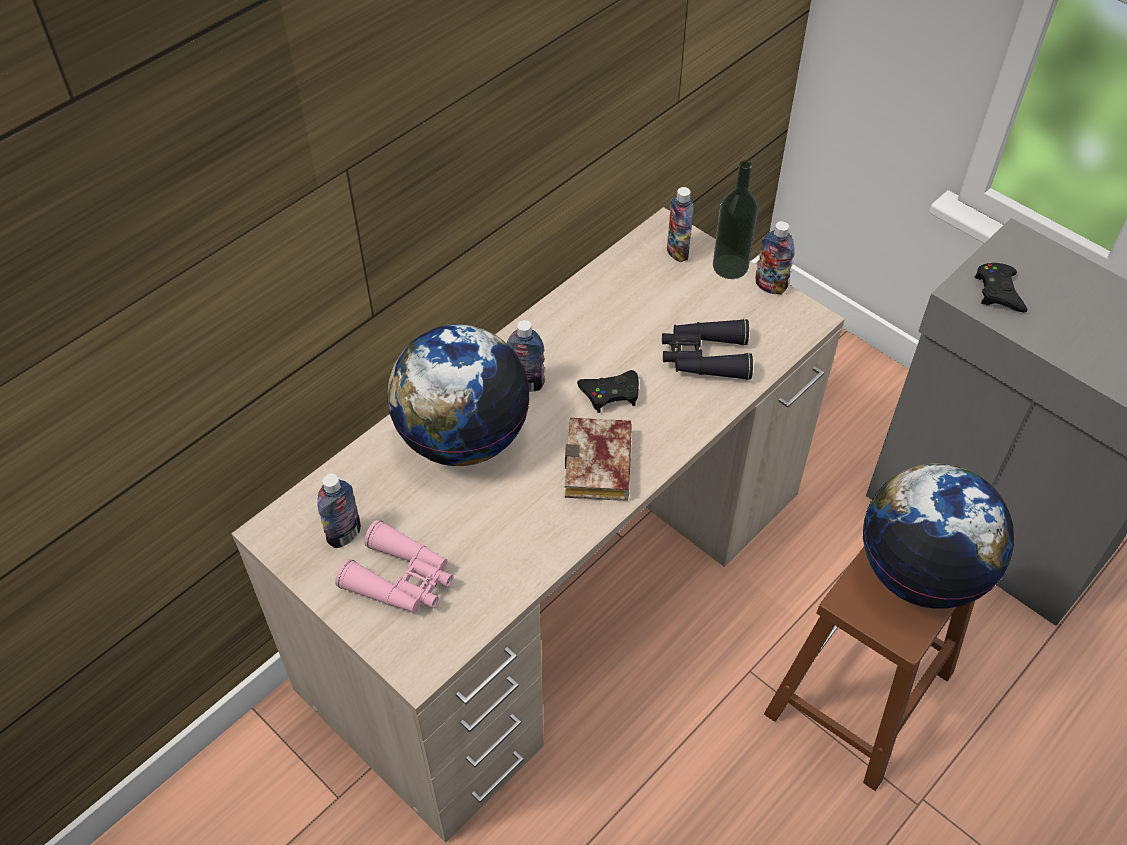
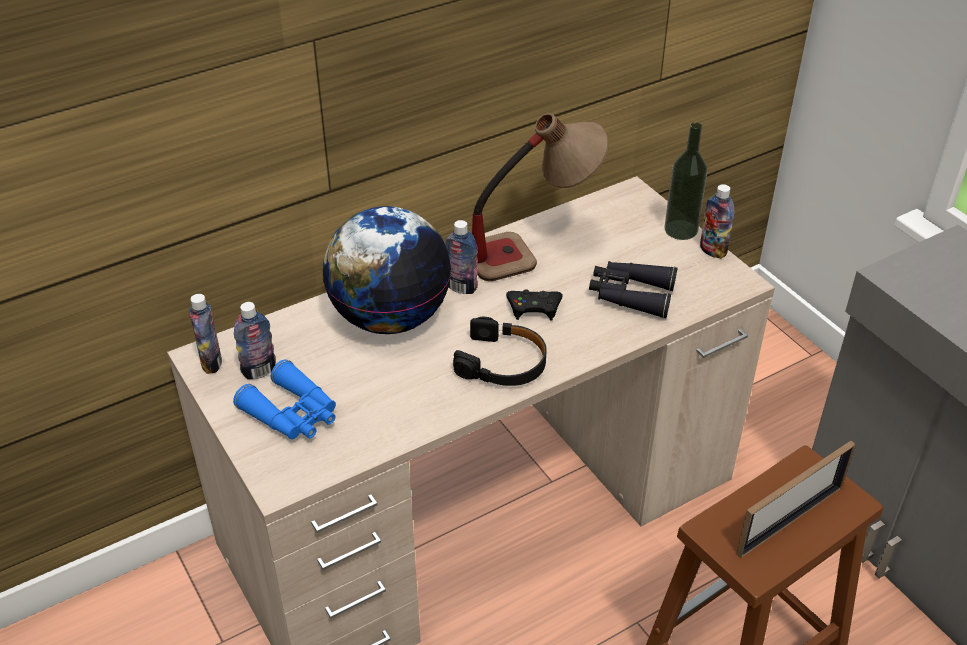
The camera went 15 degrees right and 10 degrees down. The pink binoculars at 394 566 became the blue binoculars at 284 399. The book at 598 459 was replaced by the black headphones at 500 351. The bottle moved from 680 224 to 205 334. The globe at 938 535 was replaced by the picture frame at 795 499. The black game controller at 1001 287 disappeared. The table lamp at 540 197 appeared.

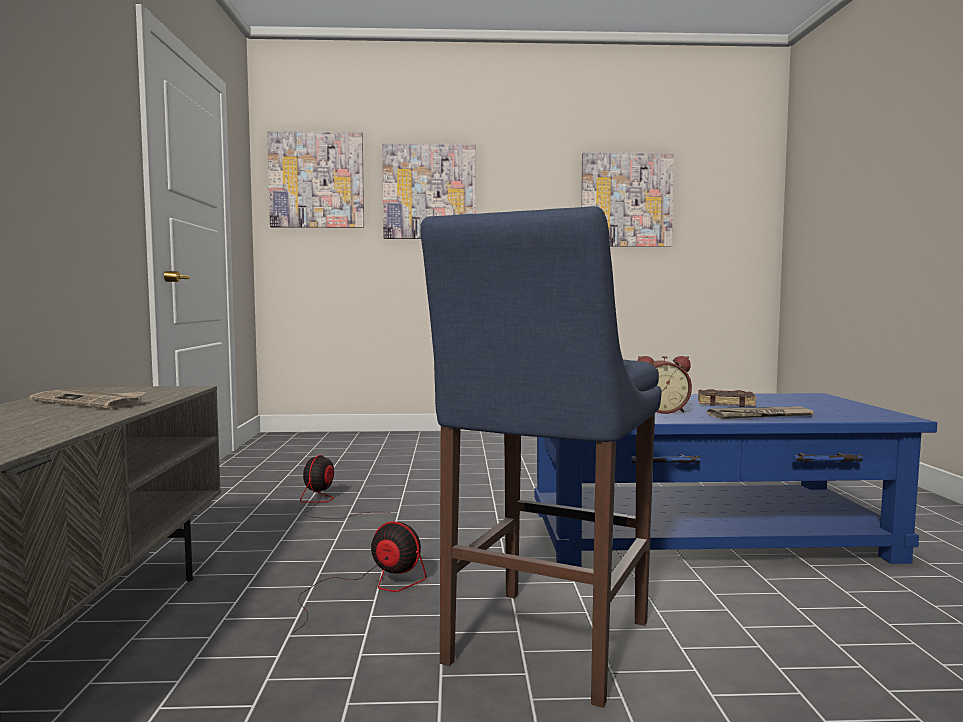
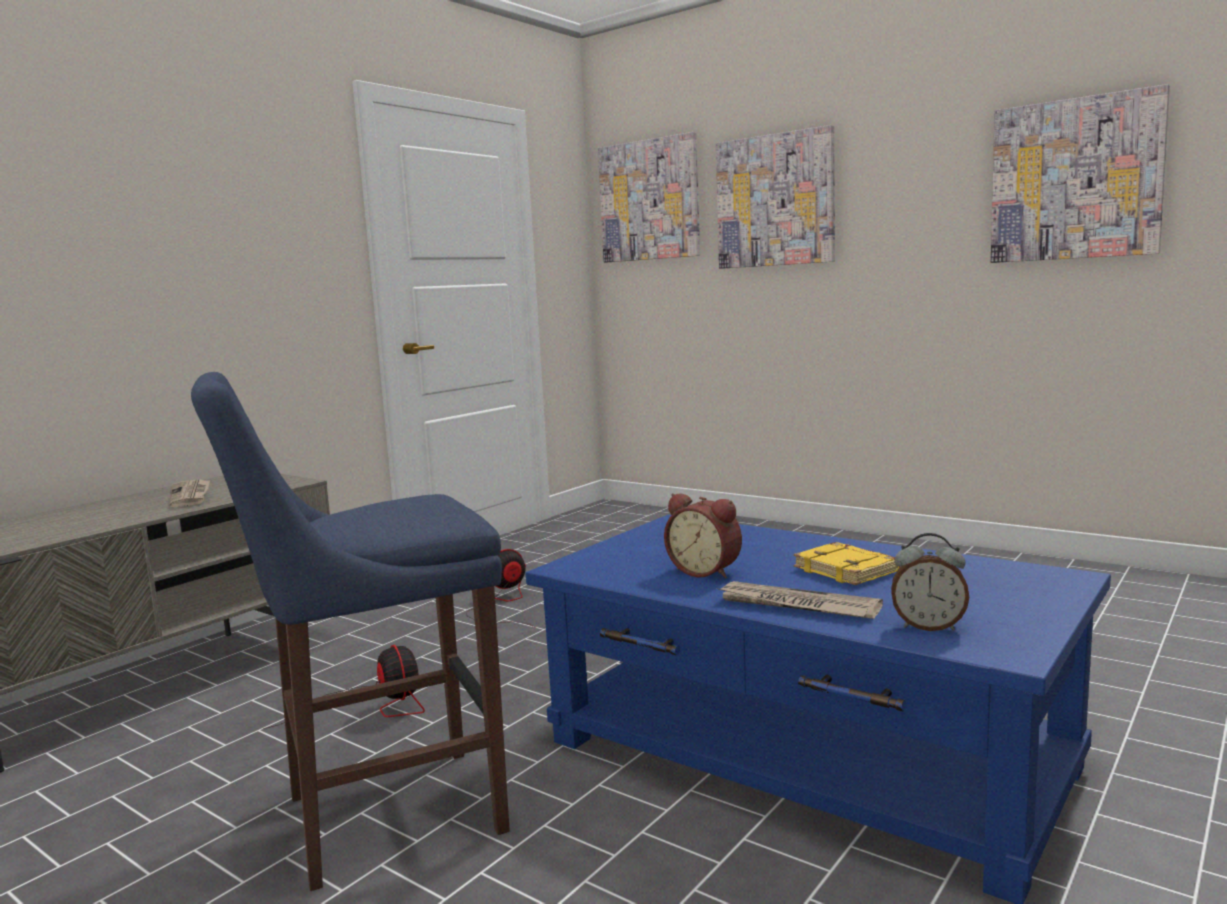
The camera went 40 degrees right and 5 degrees up. The brown book at 727 398 became the yellow book at 847 563. The alarm clock at 930 582 appeared.

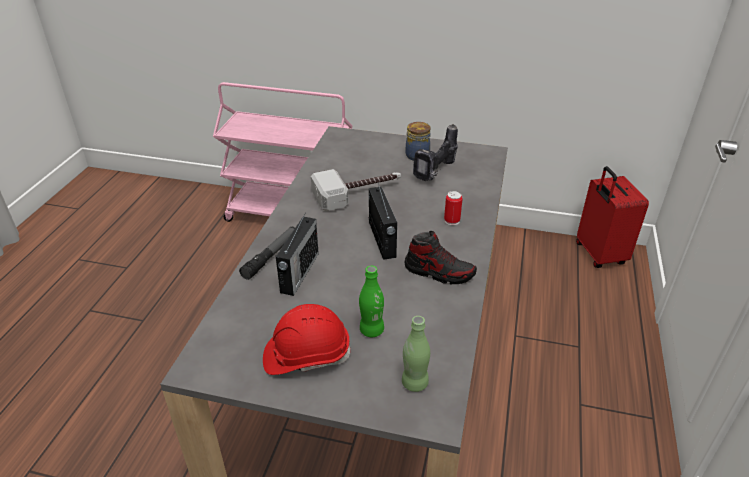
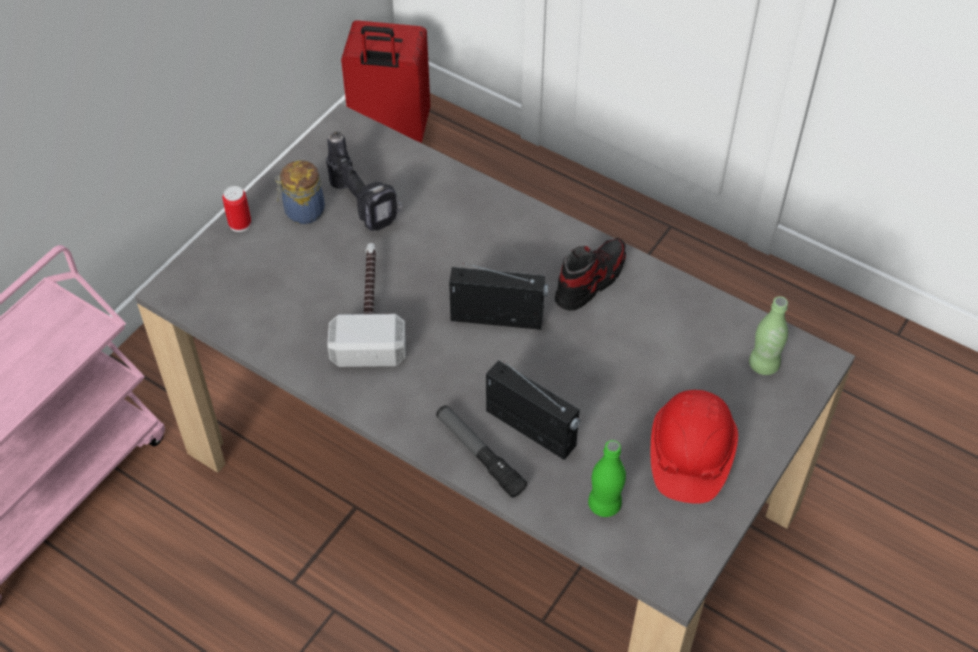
The camera went 70 degrees left and 15 degrees up. The green bottle moved from 371 301 to 607 478. The can moved from 453 208 to 236 209.

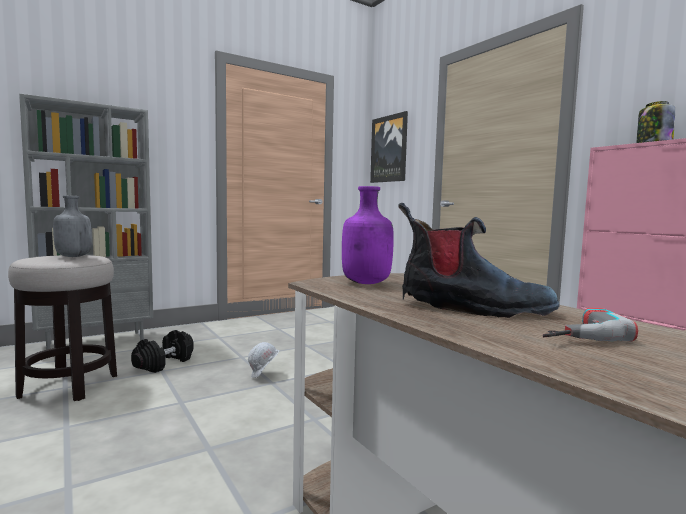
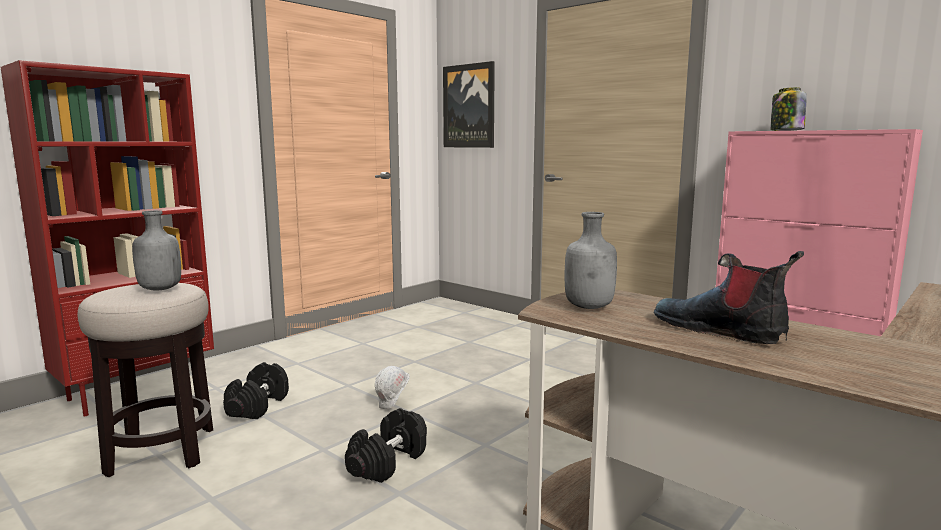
The camera went 15 degrees left and 5 degrees up. The grey bookcase at 86 221 became the red bookcase at 107 238. The purple bottle at 368 235 became the grey bottle at 591 260. The boot at 478 260 turned 135 degrees counterclockwise. The power drill at 590 325 disappeared. The black dumbbell at 386 445 appeared.

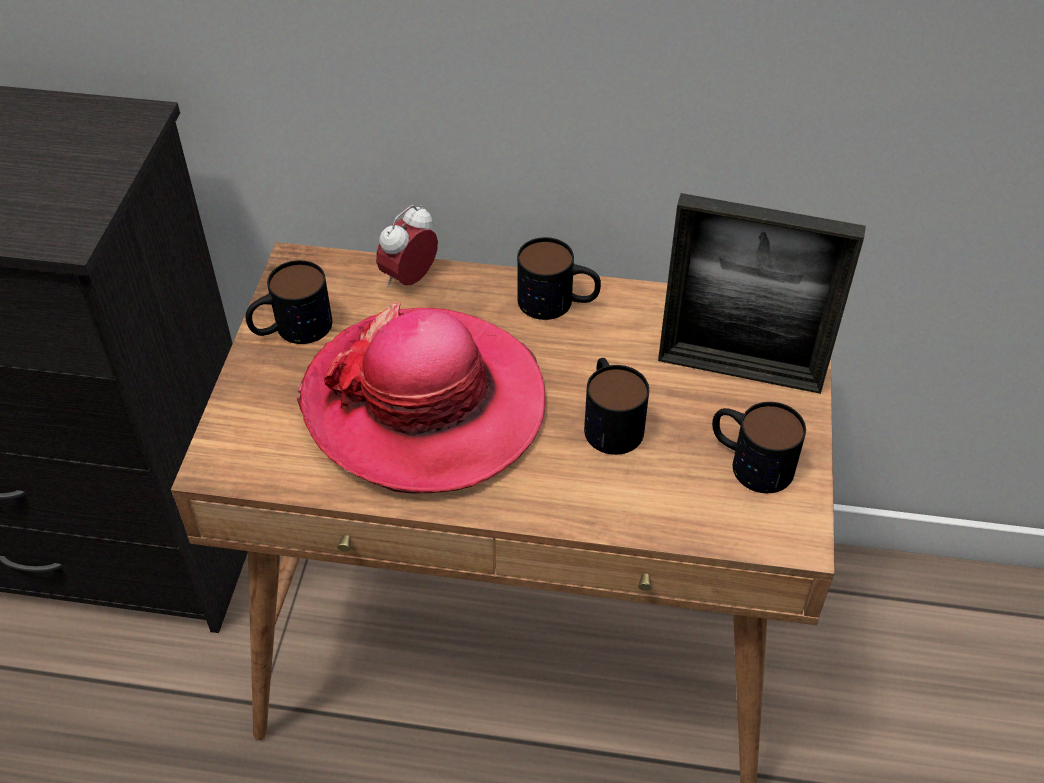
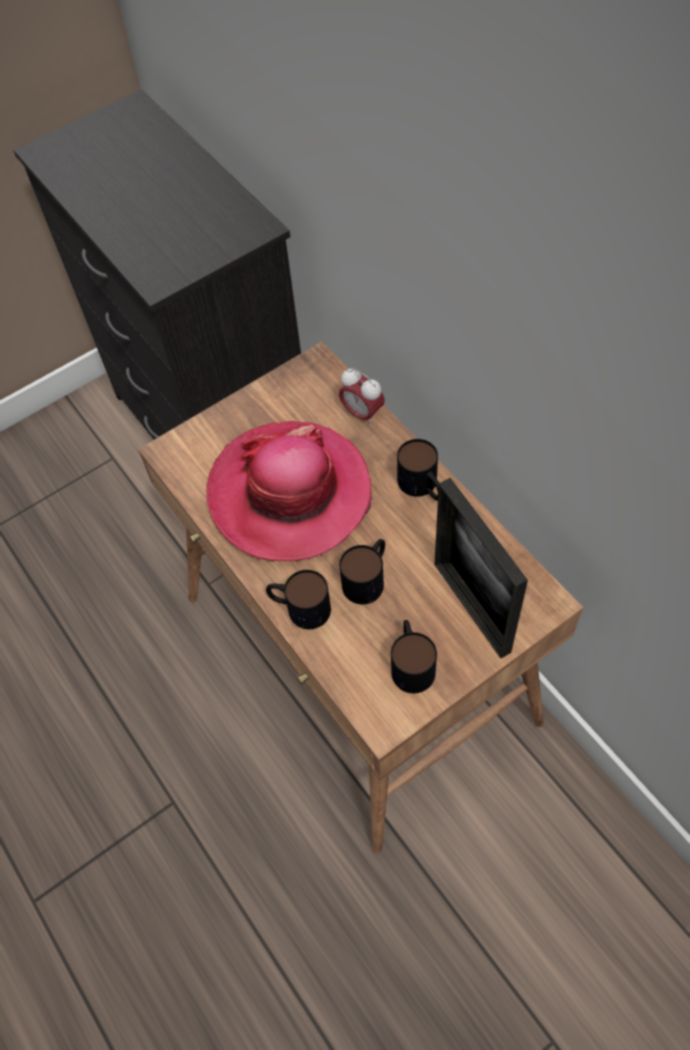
The camera went 50 degrees right and 10 degrees up. The mug moved from 289 302 to 298 599. The alarm clock at 407 246 turned 135 degrees counterclockwise.

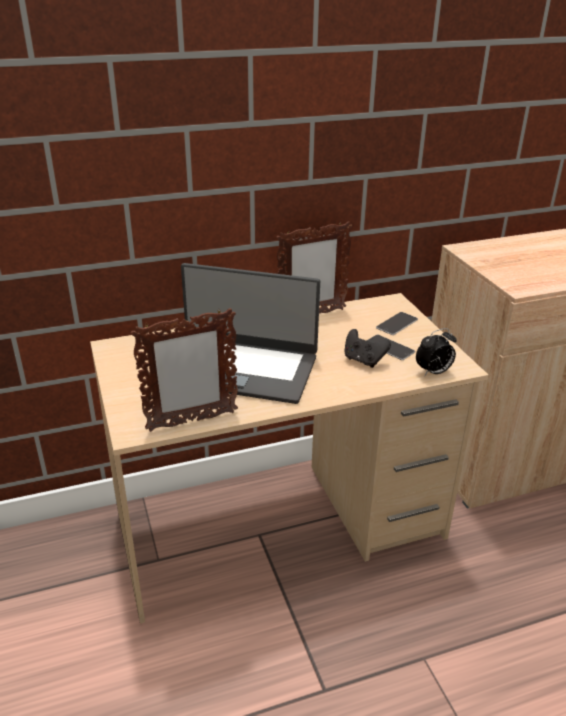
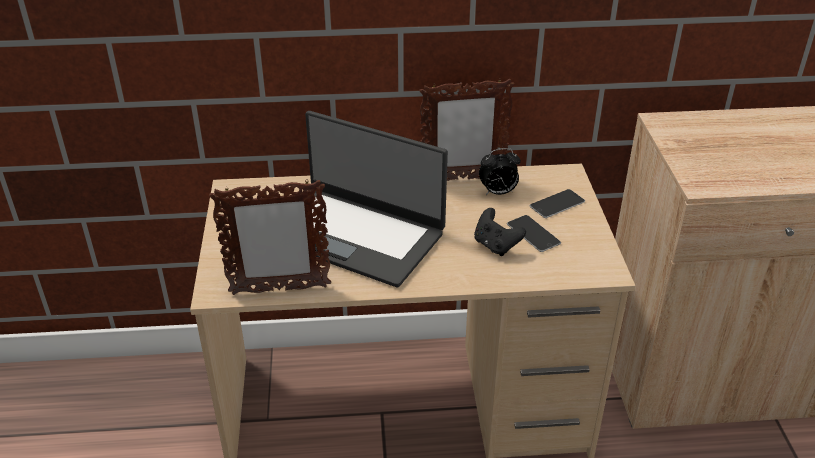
The camera went 15 degrees right and 5 degrees up. The alarm clock moved from 436 352 to 500 171.

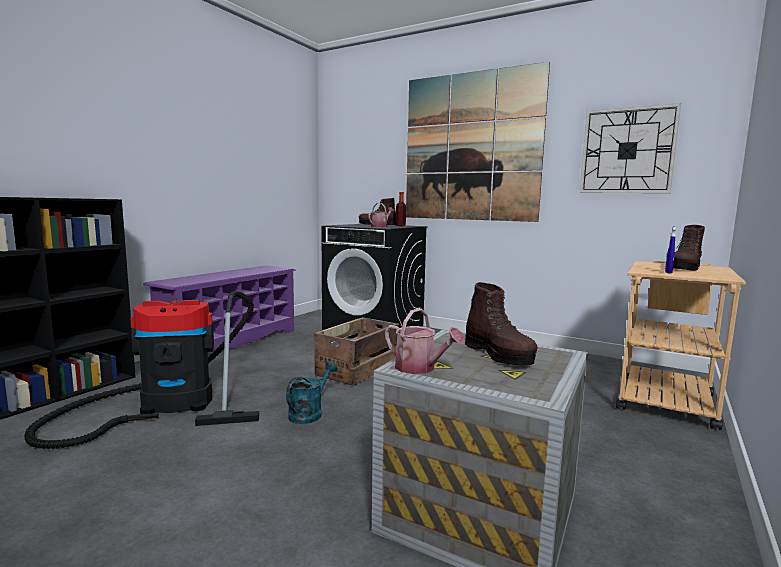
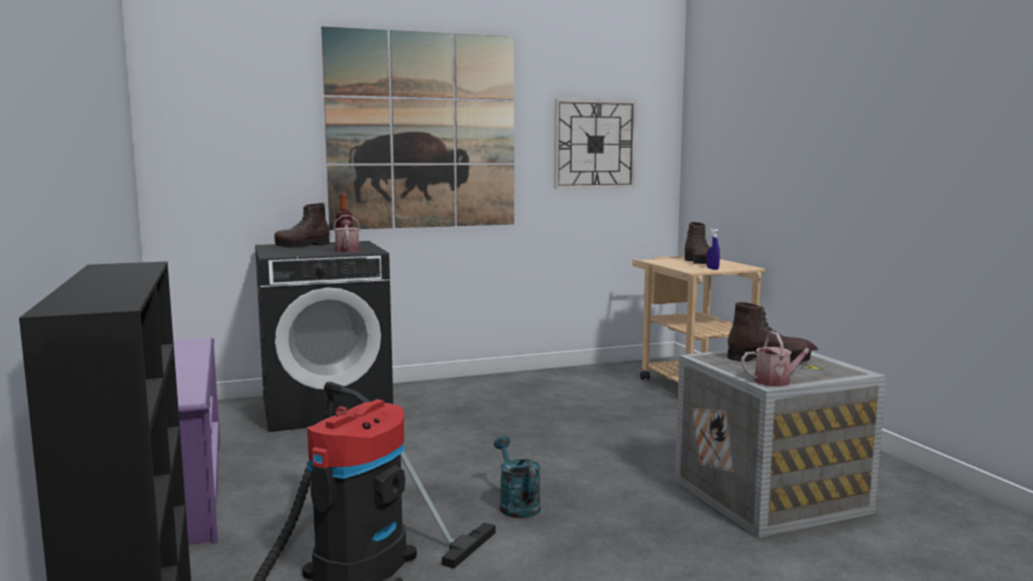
The camera went 50 degrees left and 0 degrees up. The crate at 356 351 disappeared.

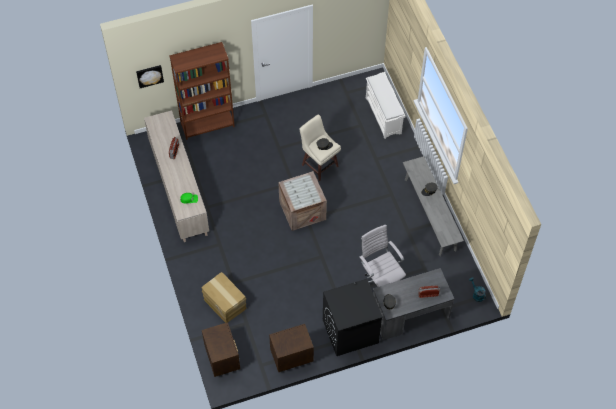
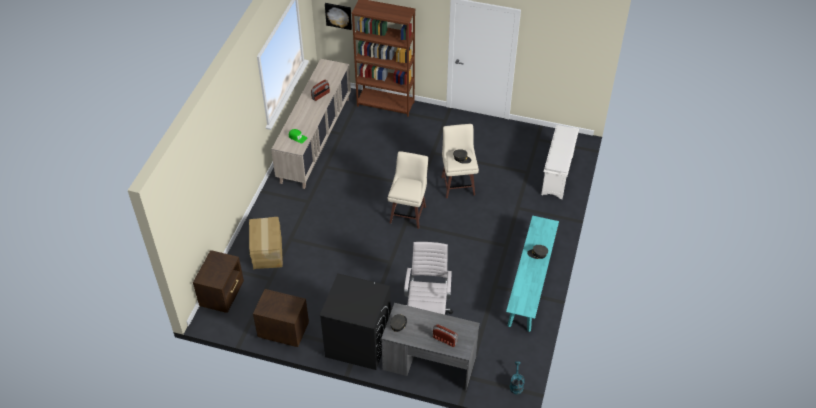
The camera went 35 degrees right and 10 degrees down. The crate at 302 201 was replaced by the beige stool at 408 190. The grey bench at 433 206 became the turquoise bench at 532 273.

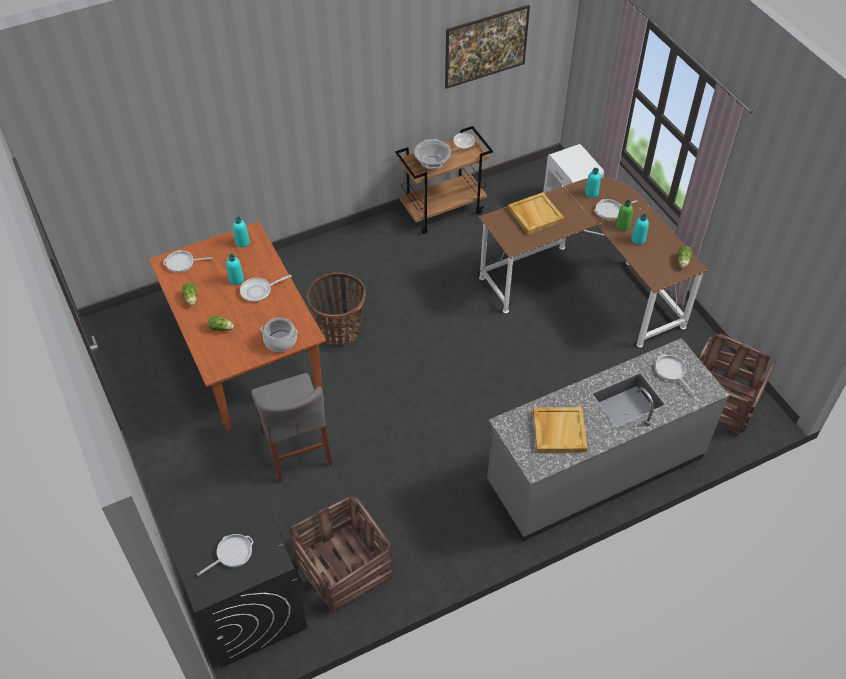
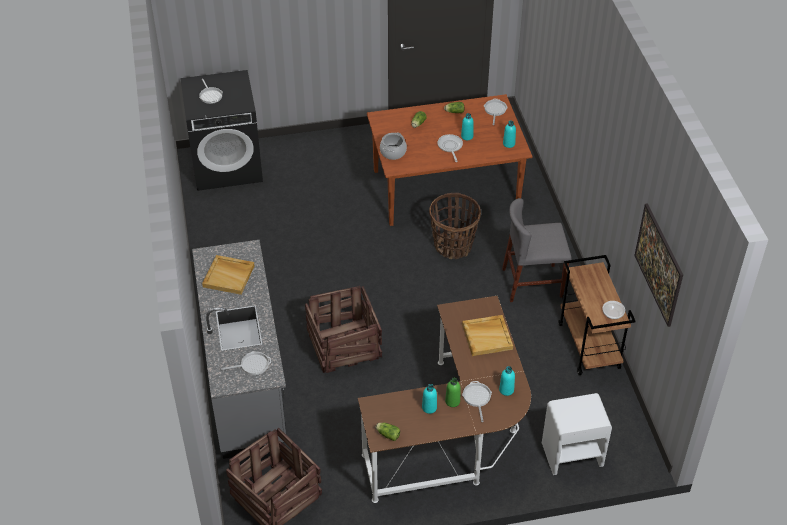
The camera went 105 degrees right and 5 degrees down. The grey chair moved from 291 428 to 536 250. The crate moved from 341 553 to 343 329. The cooking pot at 432 154 disappeared.

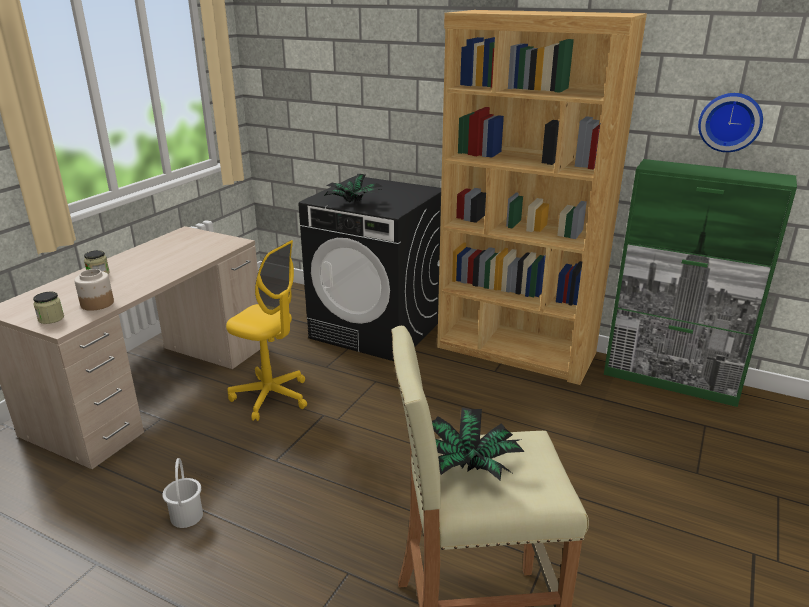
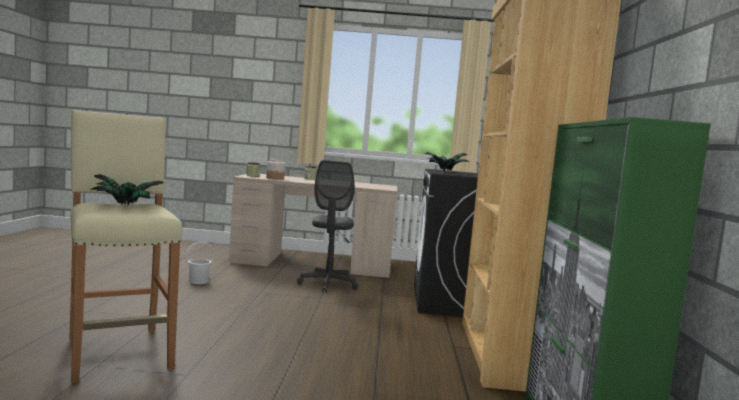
The camera went 65 degrees right and 20 degrees down. The yellow office chair at 266 330 became the grey office chair at 327 226. The wall clock at 730 122 disappeared.

